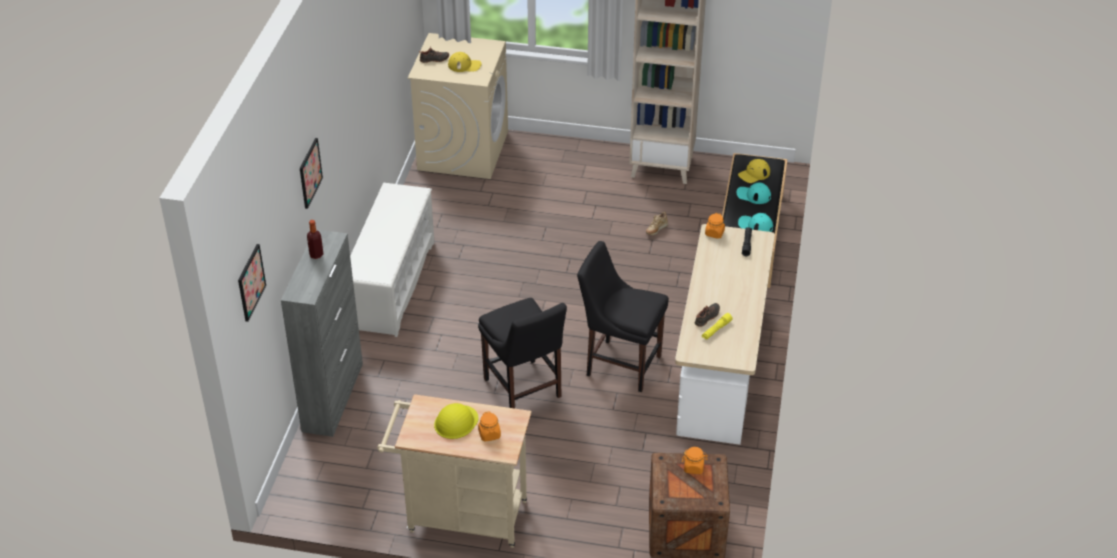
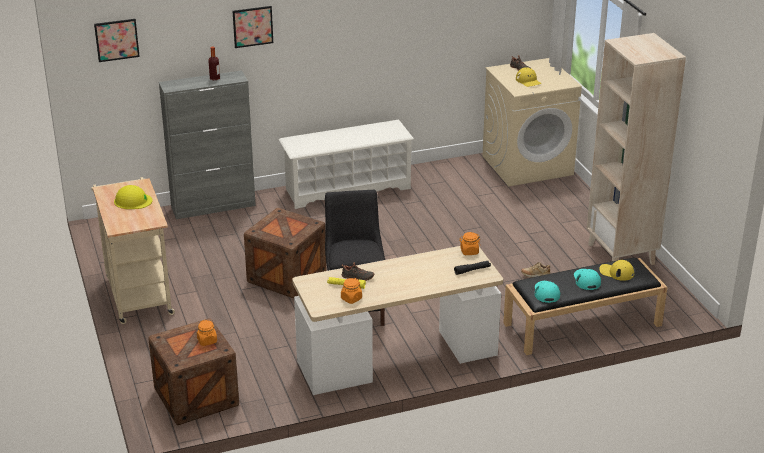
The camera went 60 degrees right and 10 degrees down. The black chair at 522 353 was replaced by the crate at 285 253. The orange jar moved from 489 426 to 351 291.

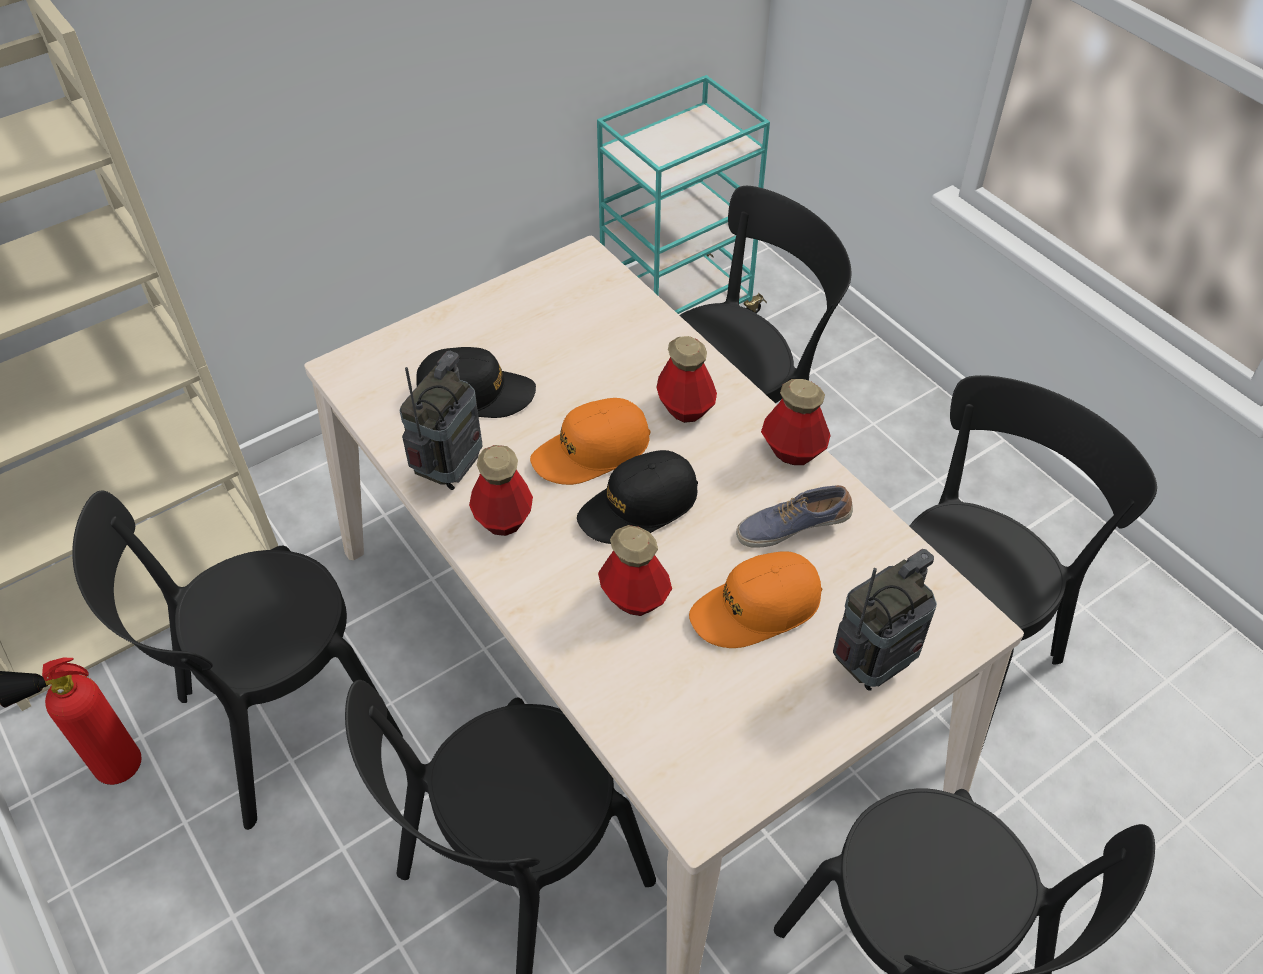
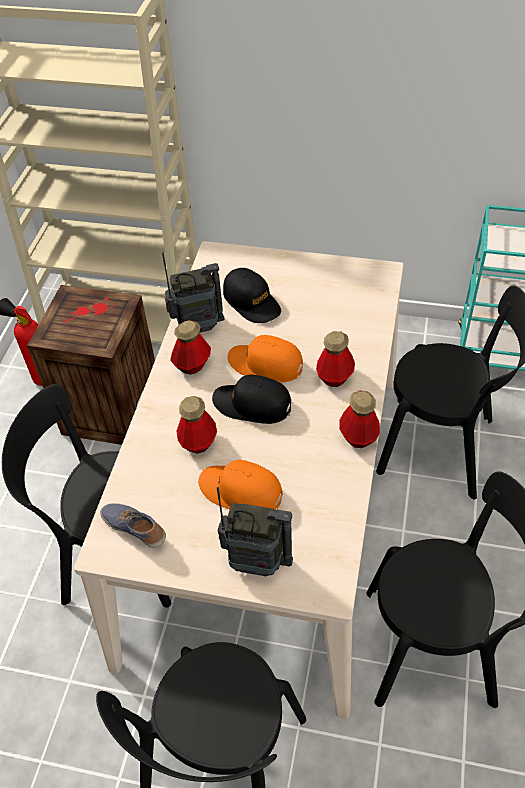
The camera went 50 degrees right and 0 degrees up. The black chair at 237 660 was replaced by the crate at 91 365. The shoe moved from 794 516 to 133 525.

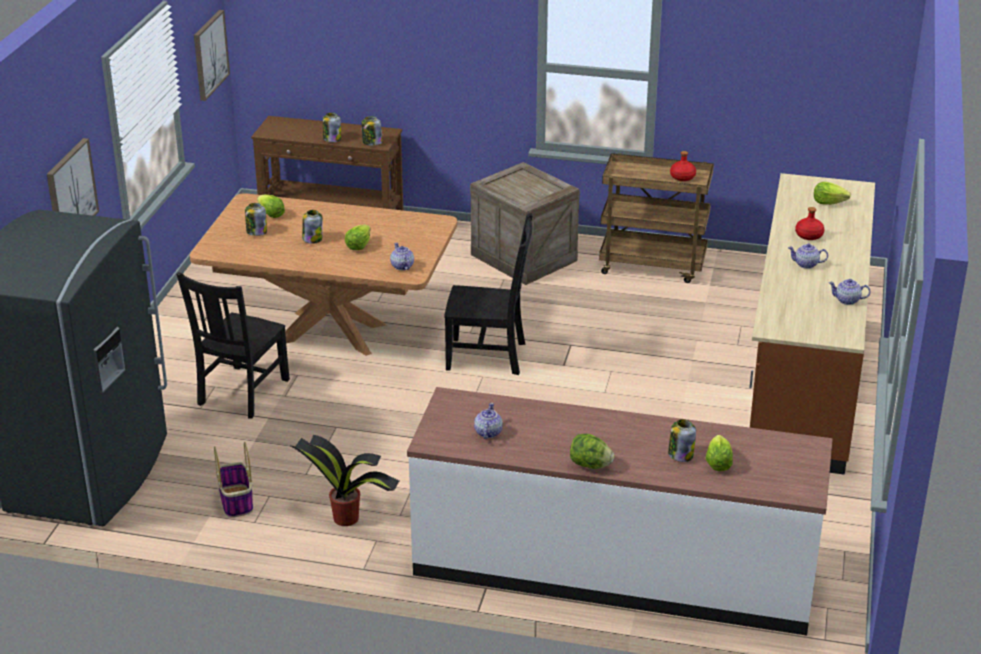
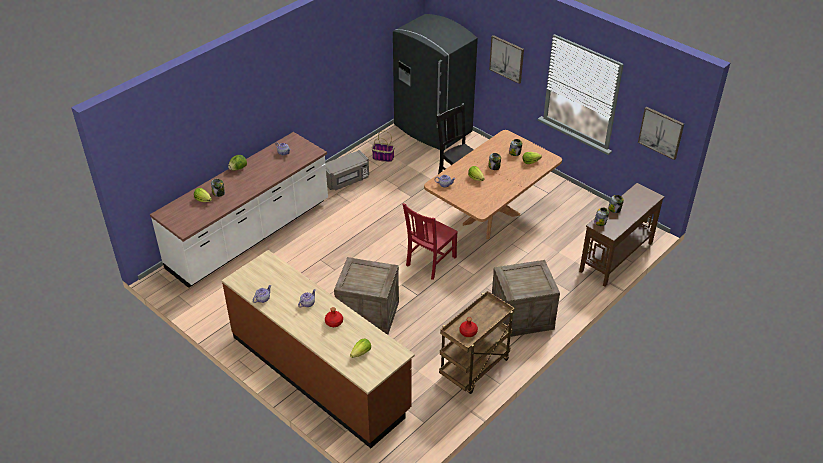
The camera went 120 degrees right and 10 degrees up. The potted plant at 344 480 was replaced by the grey microwave at 347 170. The black chair at 488 294 became the red chair at 430 241. The crate at 366 296 appeared.

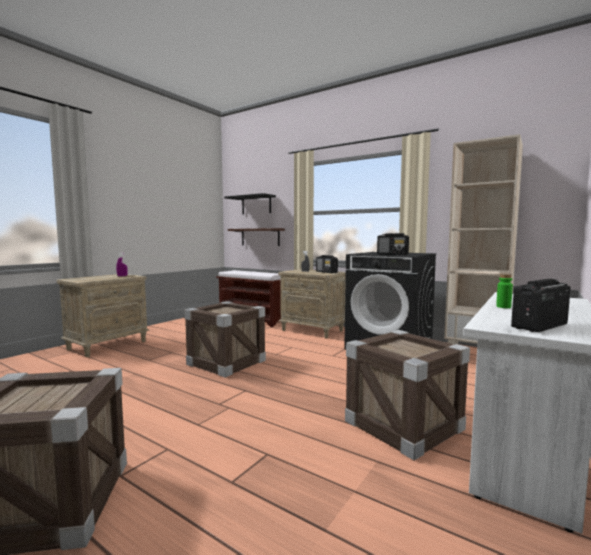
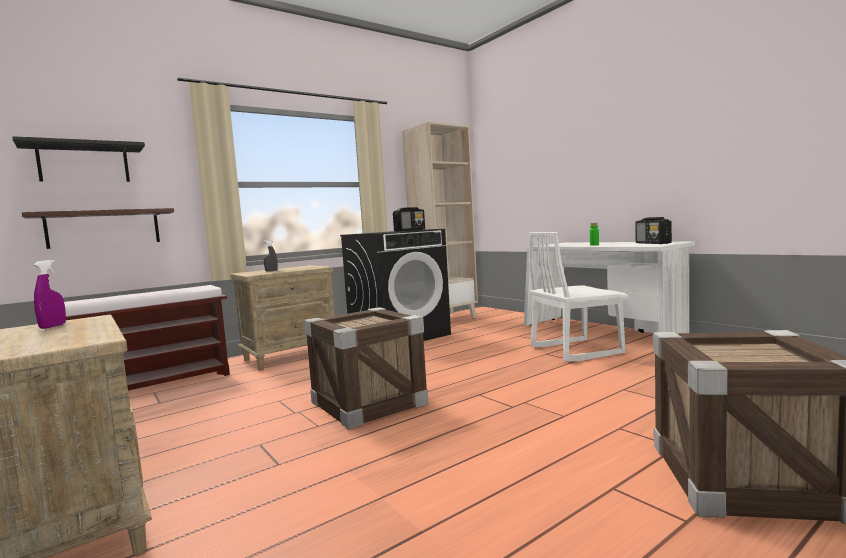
The camera went 70 degrees left and 0 degrees up. The radio at 327 264 disappeared. The crate at 407 395 was replaced by the white chair at 578 297.

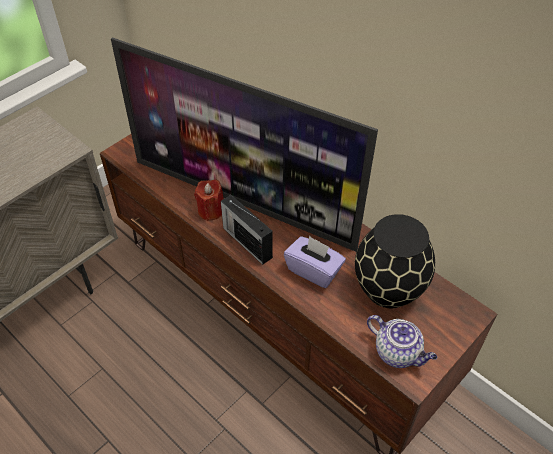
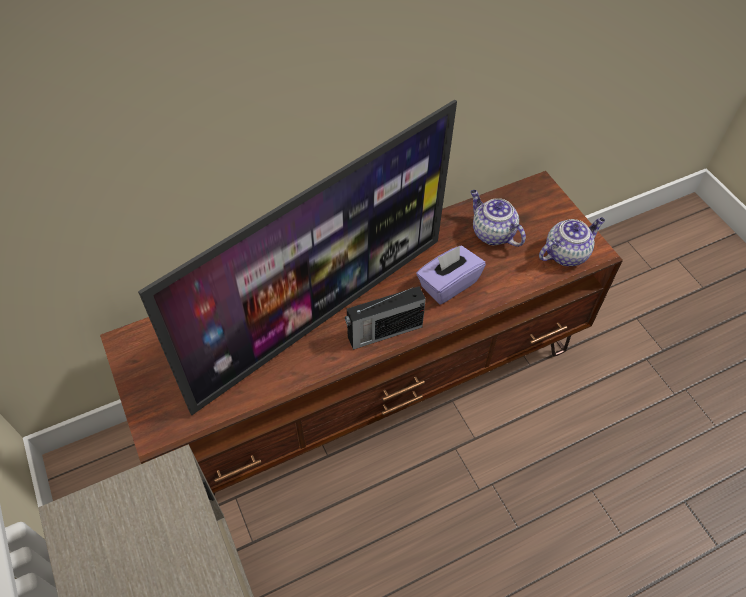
The camera went 70 degrees left and 5 degrees up. The red candle at 208 200 disappeared. The black vase at 395 261 was replaced by the teapot at 498 218.

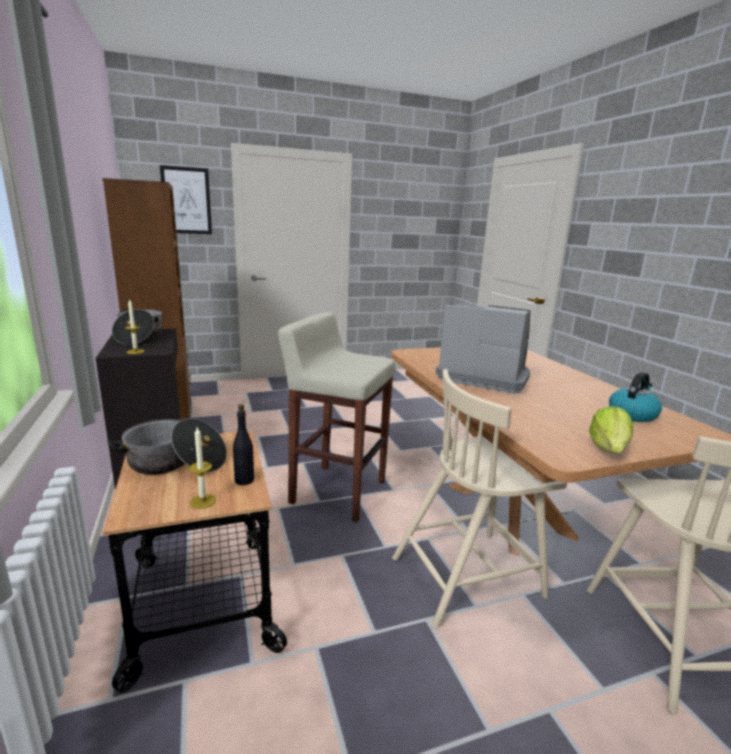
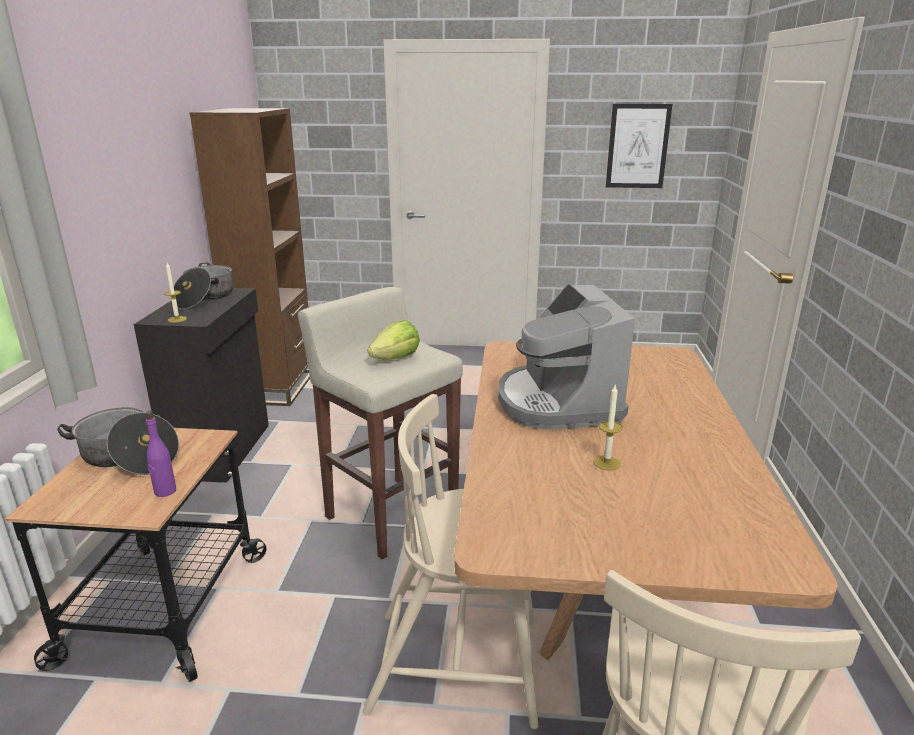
The camera went 25 degrees right and 5 degrees up. The picture moved from 186 199 to 639 146. The candle moved from 202 468 to 608 427. The black bottle at 243 444 became the purple bottle at 161 454. The coffee machine at 483 349 turned 150 degrees counterclockwise. The lettuce moved from 611 430 to 394 340. The kettle at 635 397 disappeared.

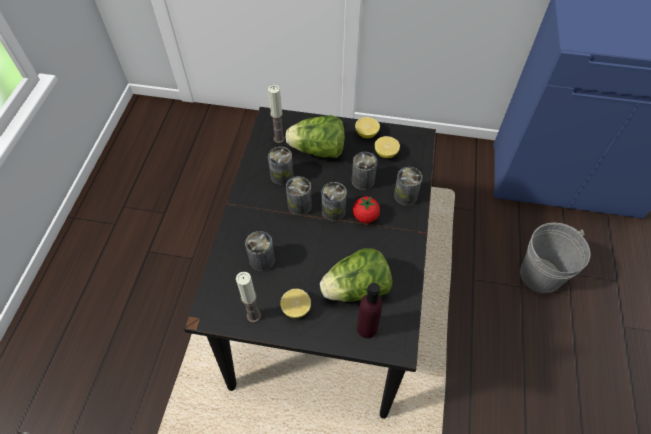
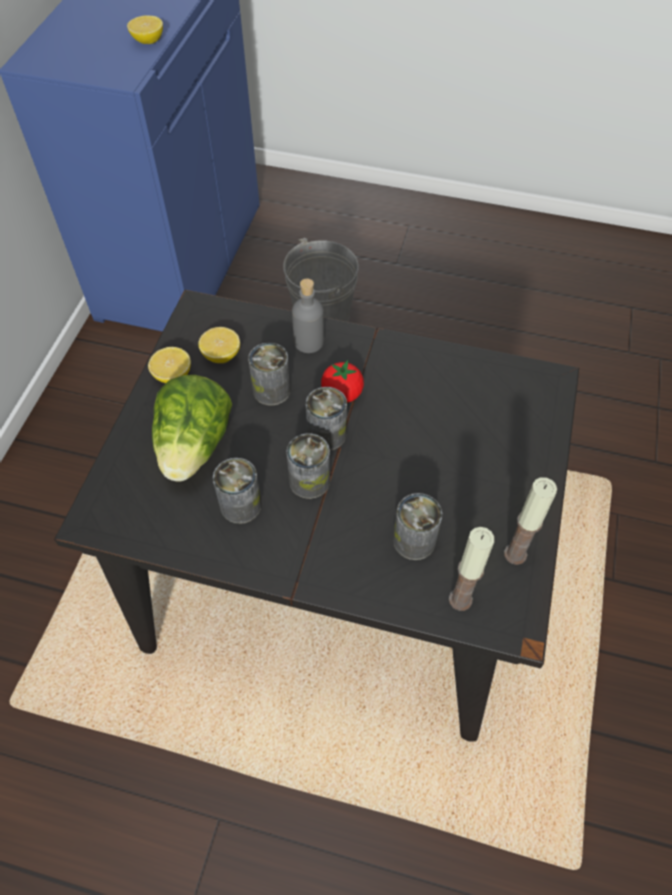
The camera went 85 degrees left and 0 degrees up. The candle moved from 276 114 to 471 569. The lemon moved from 295 303 to 145 29. The lettuce at 356 275 disappeared. The purple bottle at 369 310 disappeared. The can at 408 186 was replaced by the grey bottle at 308 316.

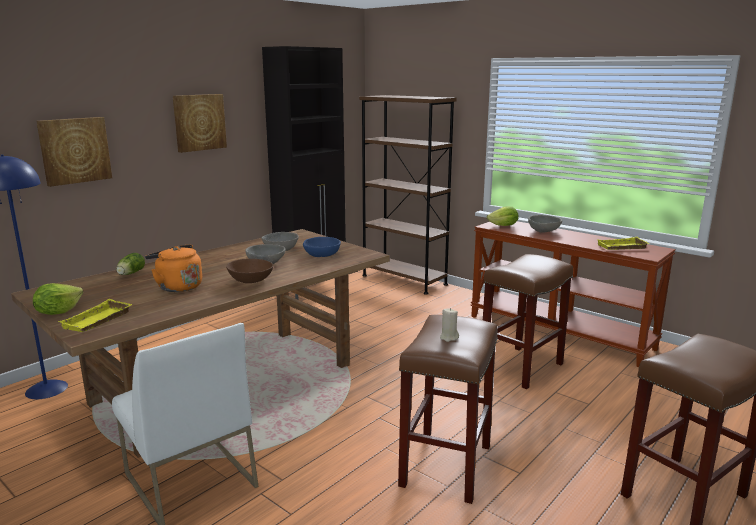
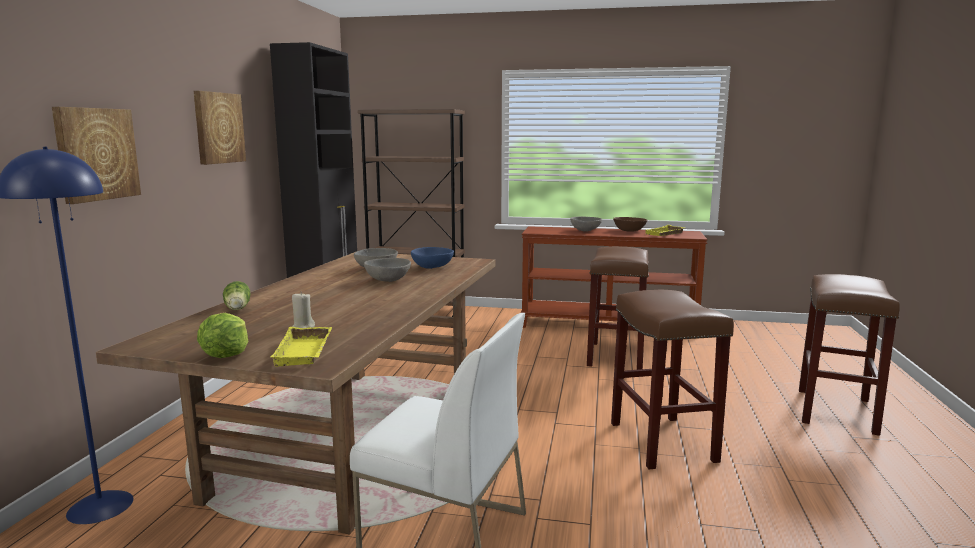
The camera went 30 degrees left and 5 degrees down. The orange kettle at 173 268 disappeared. The brown bowl moved from 249 271 to 630 224. The beige candle moved from 449 325 to 303 310. The lettuce at 503 216 disappeared.

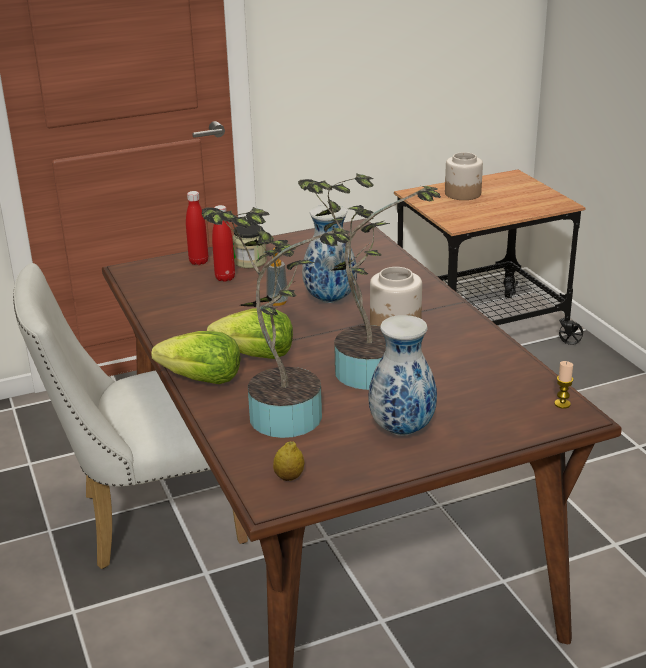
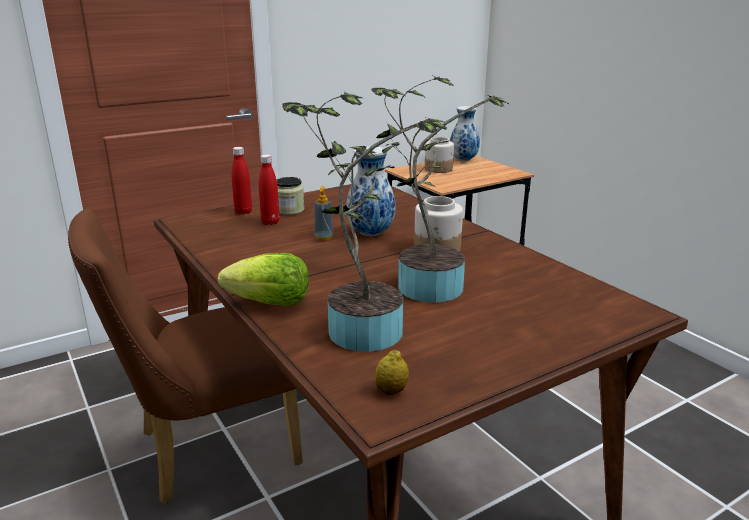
The camera went 10 degrees left and 5 degrees down. The white chair at 130 416 became the brown chair at 185 356. The lettuce at 250 333 disappeared. The vase moved from 402 375 to 465 133. The candle at 563 385 disappeared.

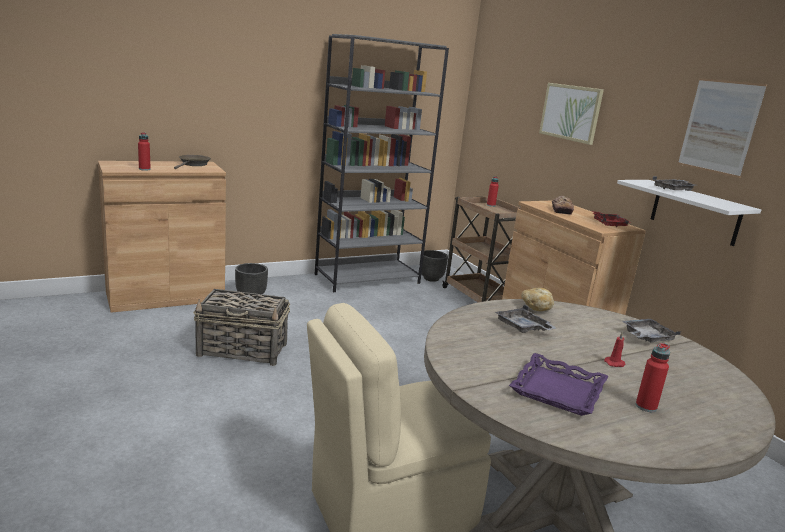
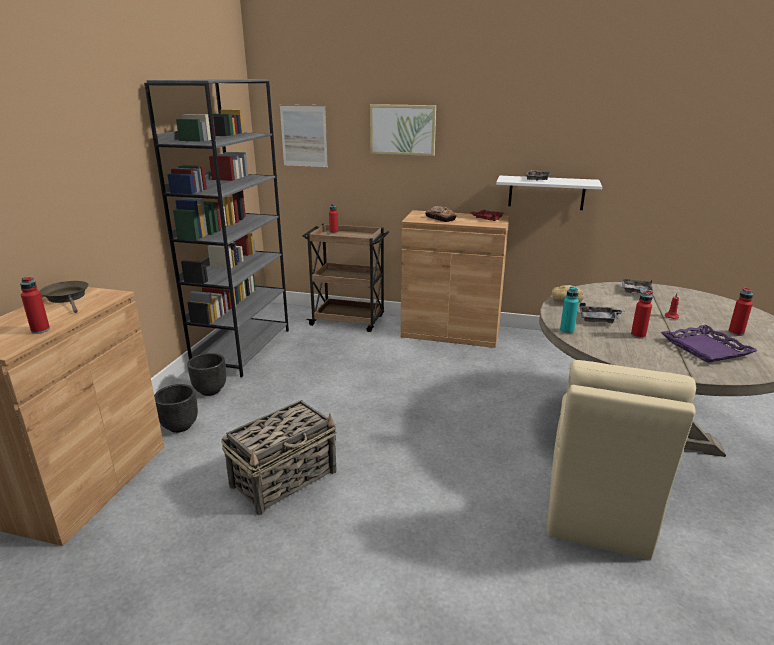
The camera went 45 degrees left and 5 degrees up. The black planter moved from 434 266 to 206 374. The picture moved from 722 128 to 303 136. The turquoise bottle at 569 309 appeared. The red bottle at 642 315 appeared.

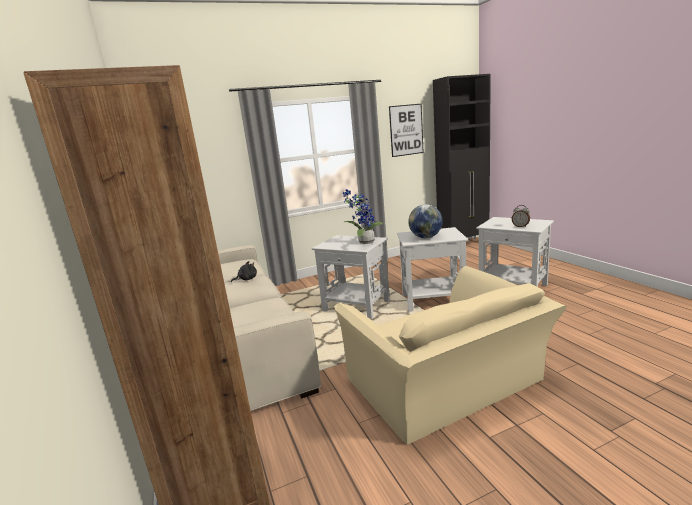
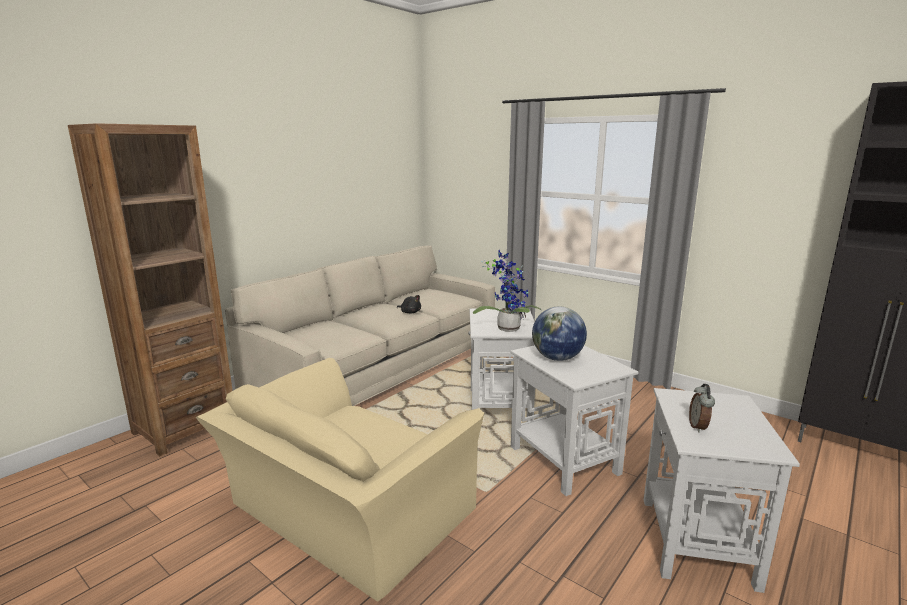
The camera went 60 degrees right and 0 degrees up. The picture at 406 130 disappeared.

